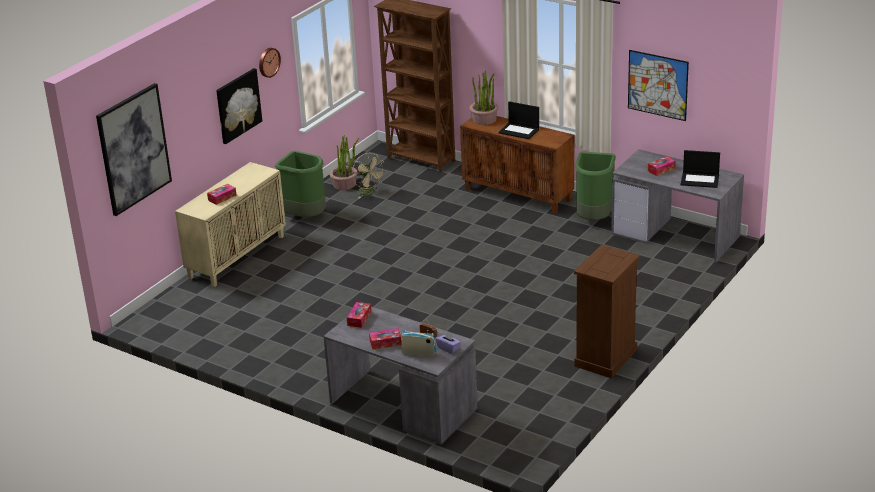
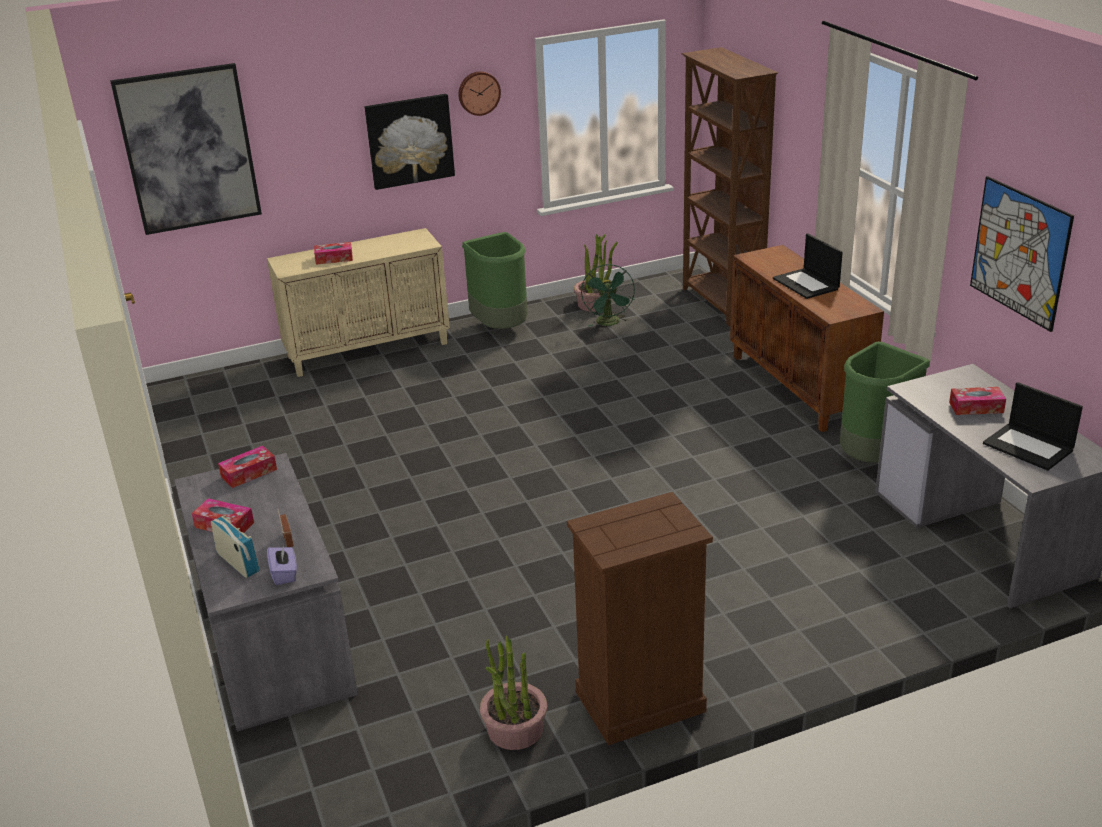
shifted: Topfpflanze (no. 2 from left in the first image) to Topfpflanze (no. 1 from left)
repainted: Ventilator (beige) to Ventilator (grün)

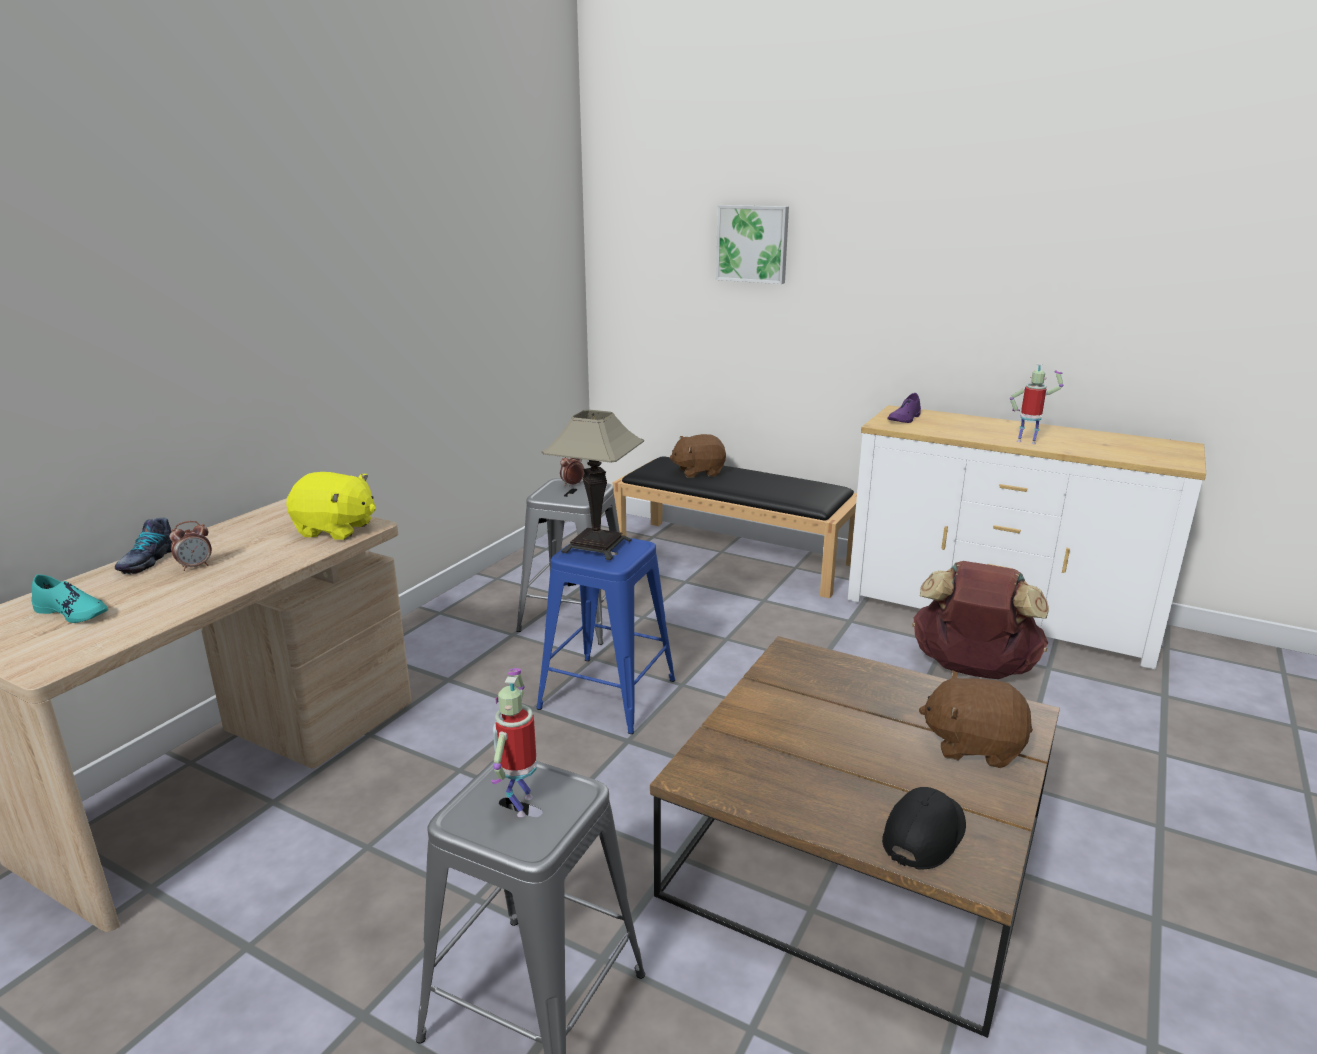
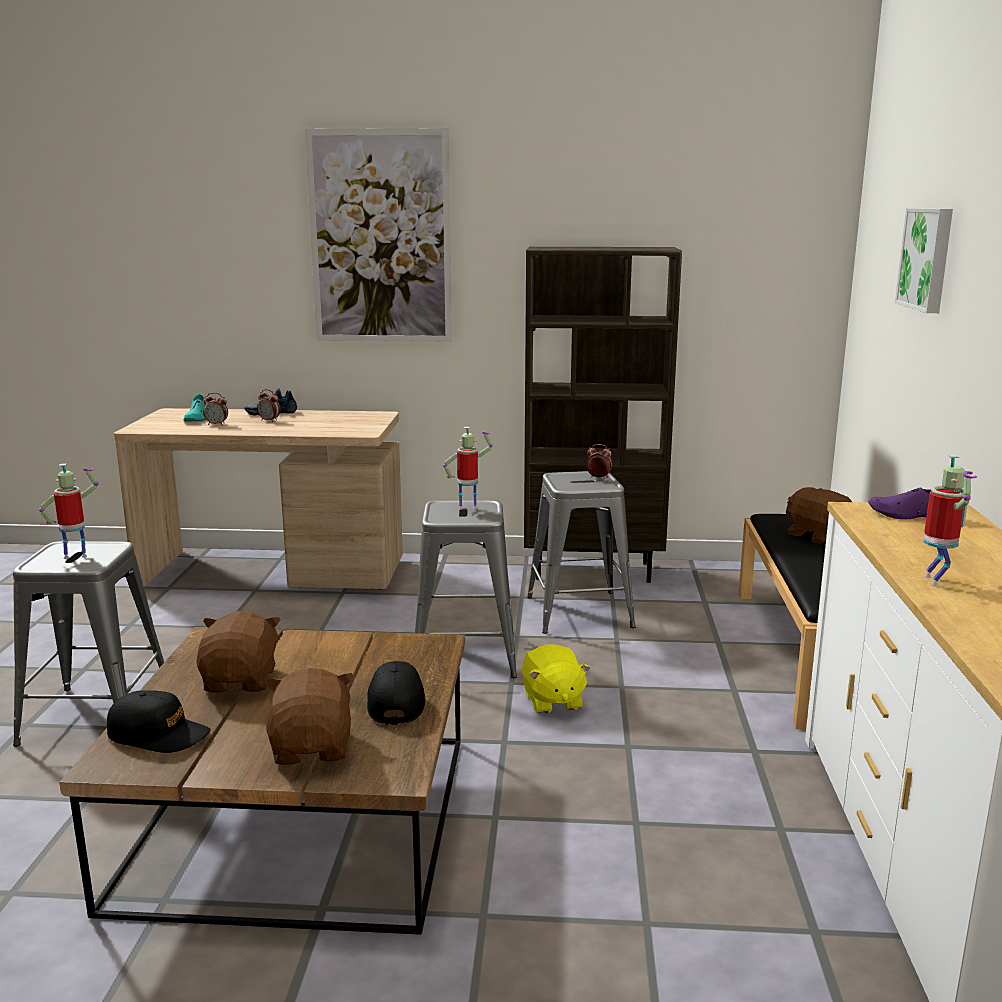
gone: Rucksack (braun)
new: Bild (no. 1 from left); Bücherregal (braun); Wecker (no. 1 from left); Plüschtier (braun) (no. 1 from left); Kappe (schwarz) (no. 2 from left)
shifted: Plüschtier (gelb)
swapped: Tischlampe to Spielzeugroboter (no. 2 from left)
repainted: Hocker (blau) to Hocker (grau) (no. 2 from left)

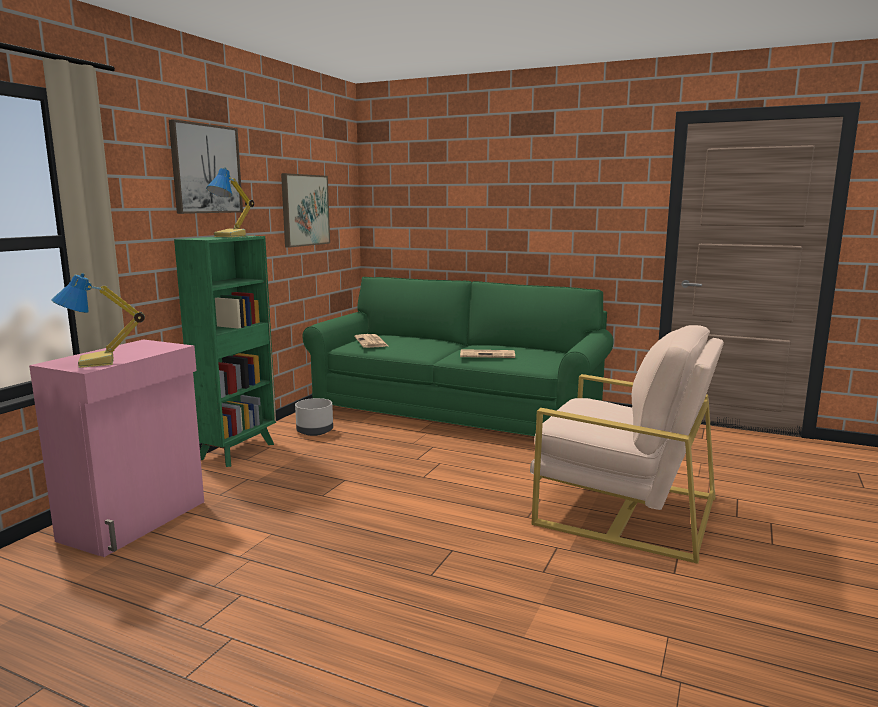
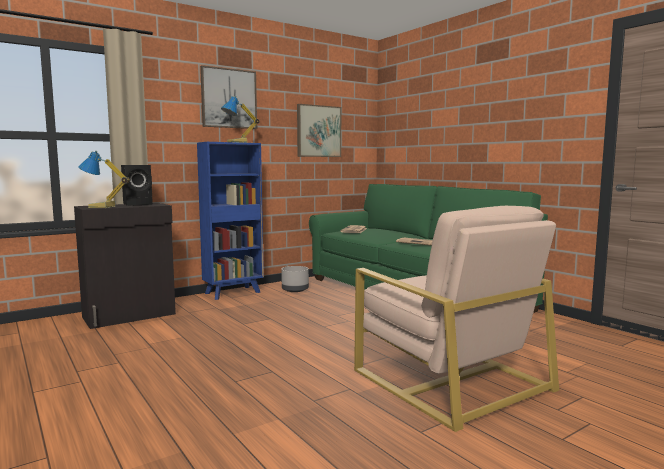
new: Lautsprecher (schwarz)
repainted: Bücherregal (grün) to Bücherregal (blau); Schrank (rosa) to Schrank (schwarz)

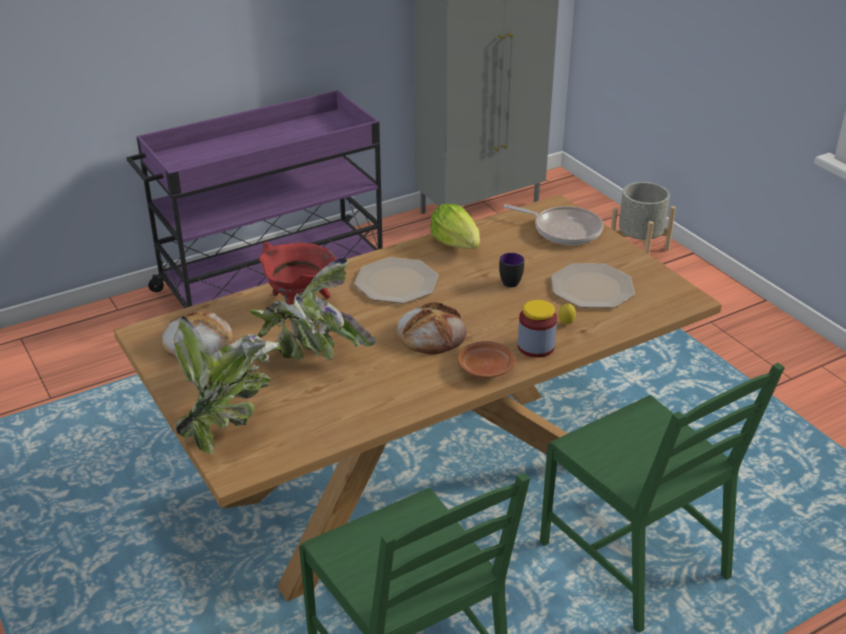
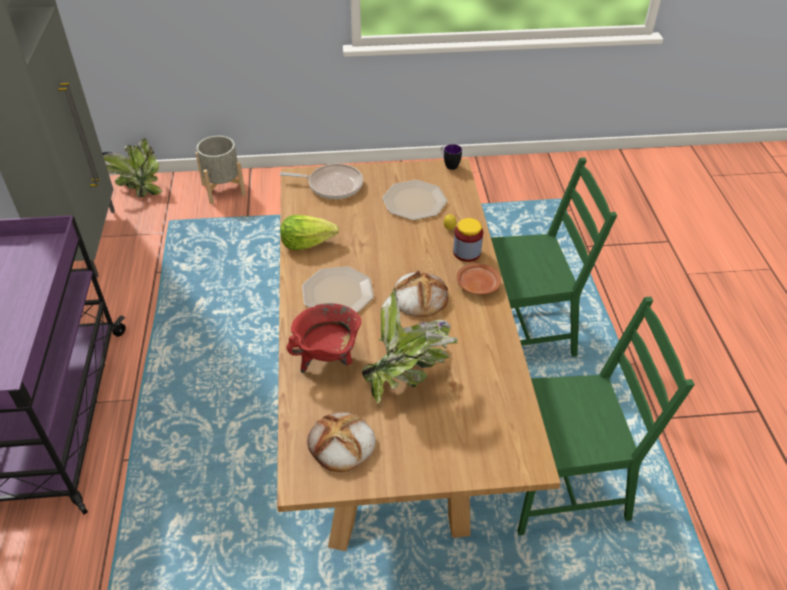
shifted: Henkelbecher; Topfpflanze (no. 1 from left)
rotated: Pfanne 45 degrees clockwise

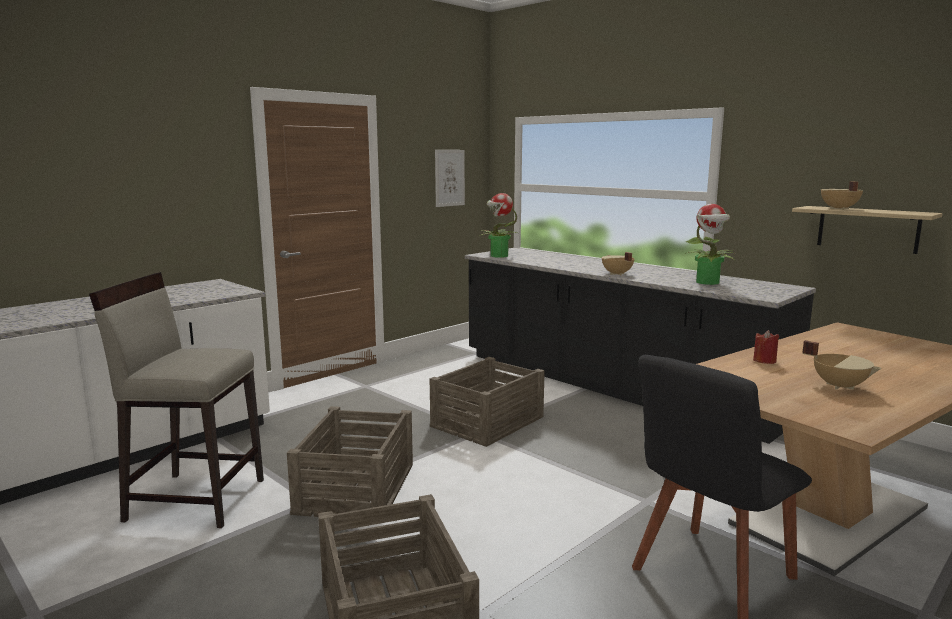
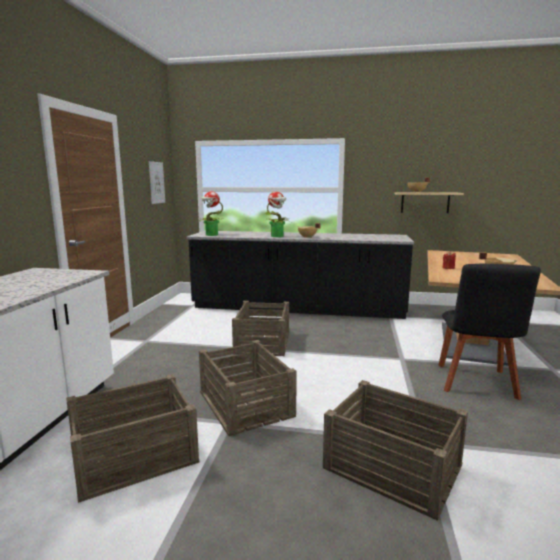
shifted: Topfpflanze (no. 2 from left)
swapped: Hocker (beige) to Kiste (no. 1 from left)

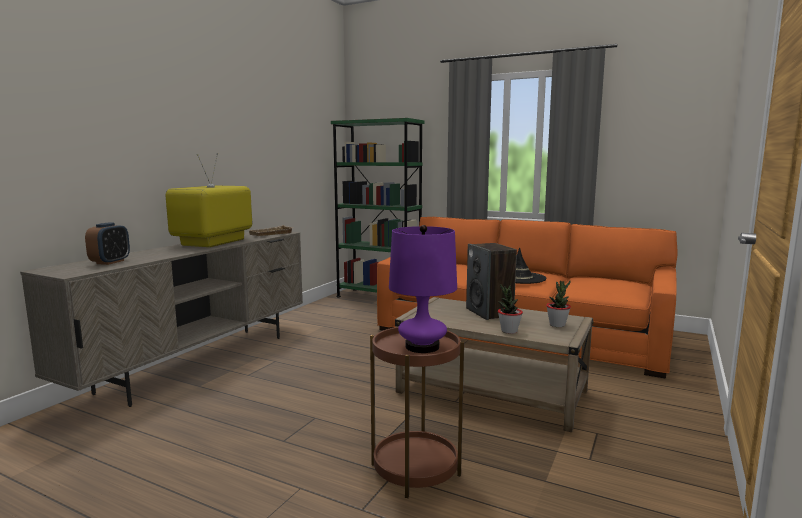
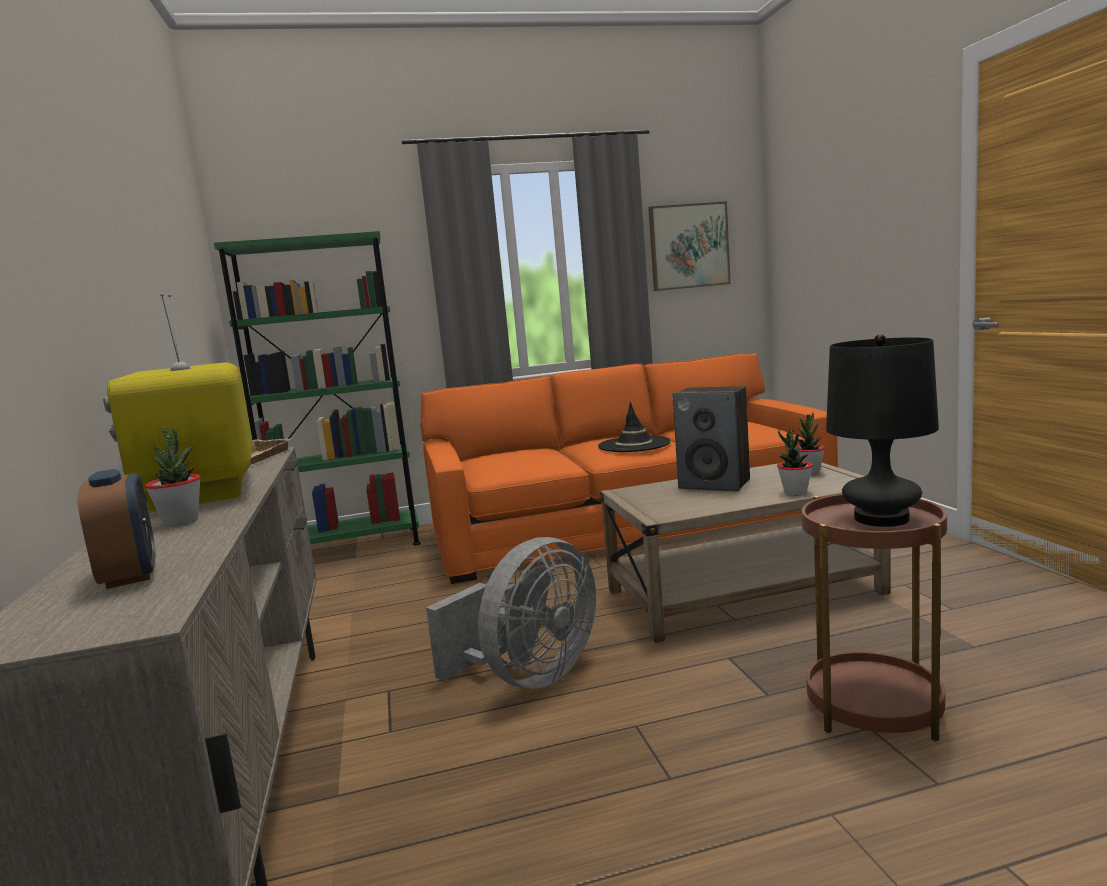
new: Bild; Topfpflanze (no. 1 from left); Ventilator (grau)
repainted: Tischlampe (lila) to Tischlampe (schwarz)

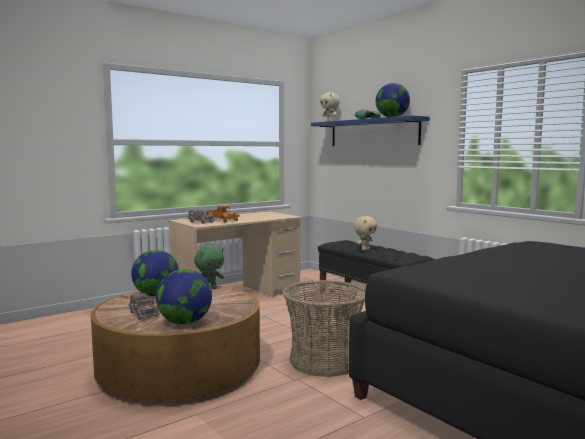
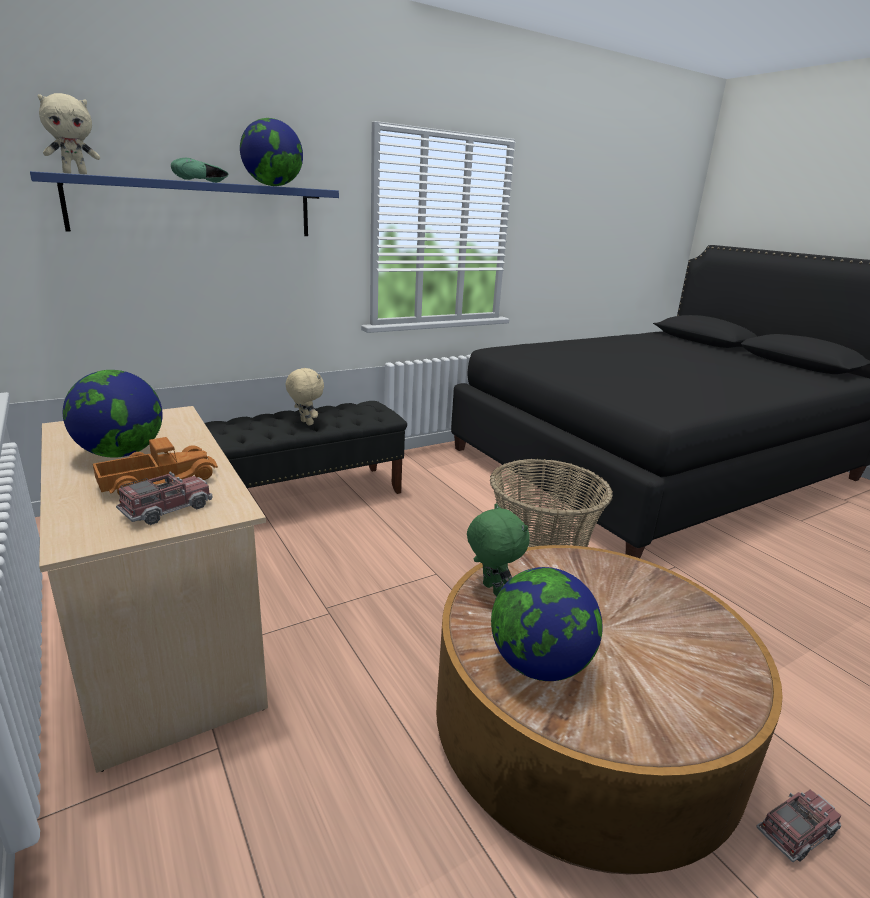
shifted: Globus (no. 2 from left in the first image) to Globus (no. 1 from left); Spielzeuglaster (no. 1 from left in the first image) to Spielzeuglaster (no. 3 from left)

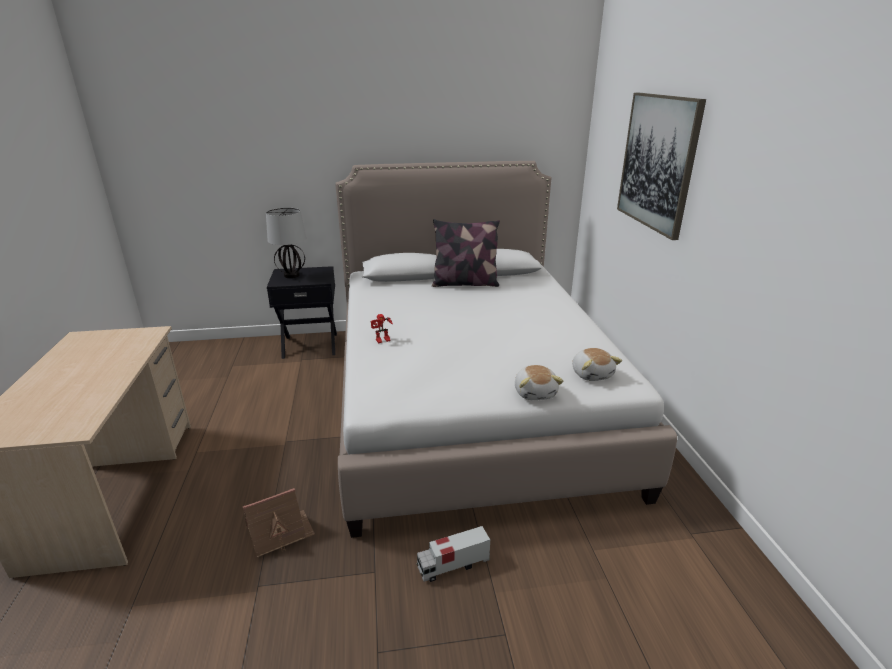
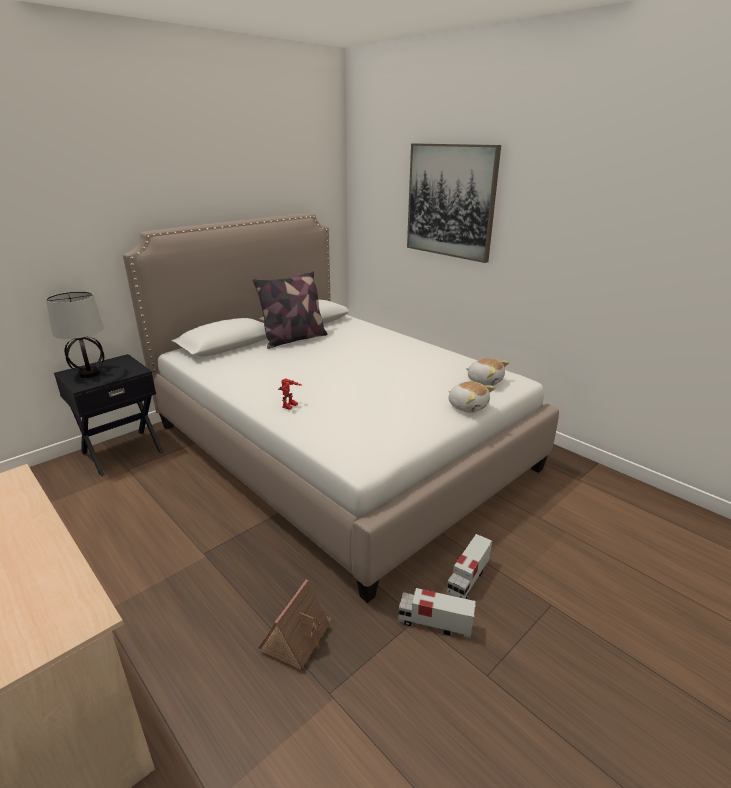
new: Spielzeuglaster (no. 1 from left)

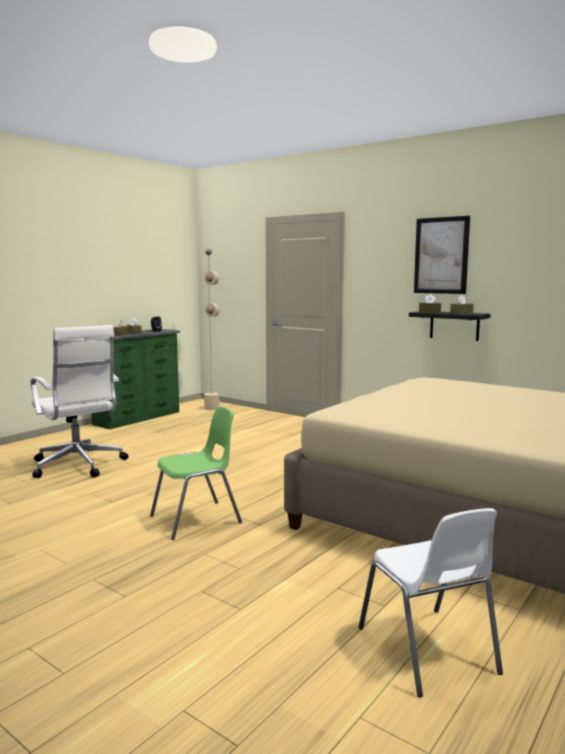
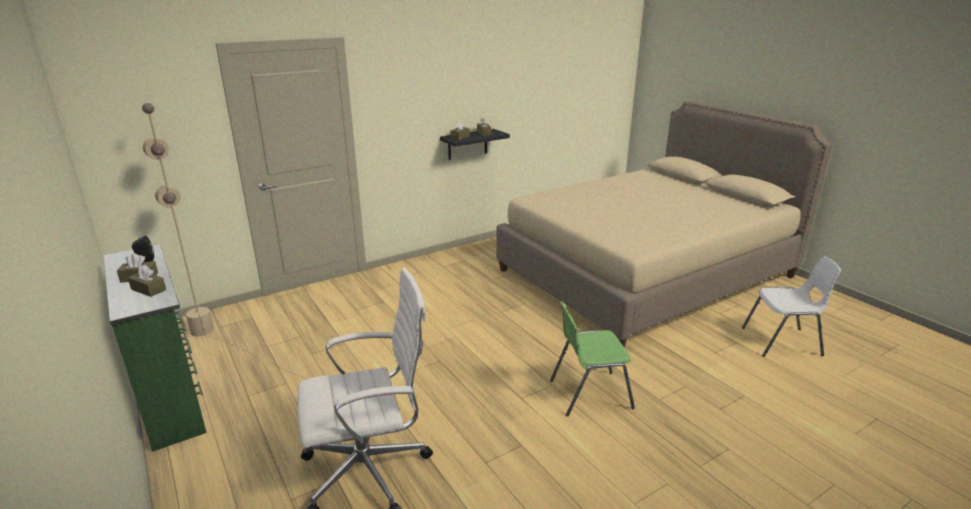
gone: Bild
rotated: Stuhl (grün) 90 degrees counterclockwise

